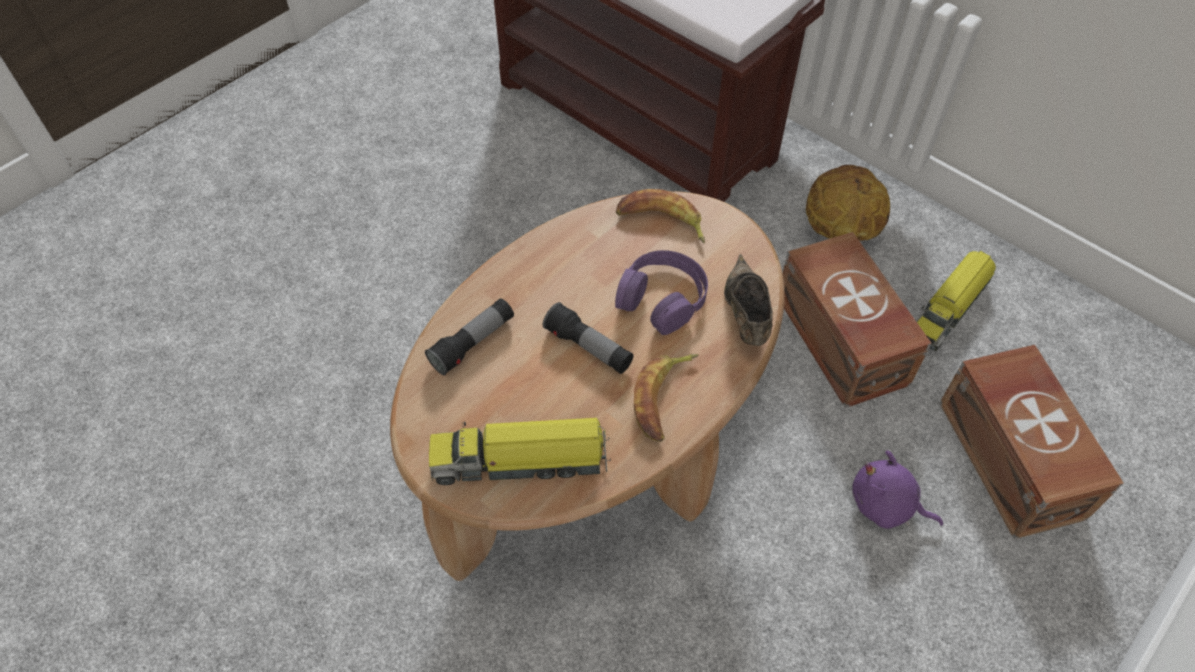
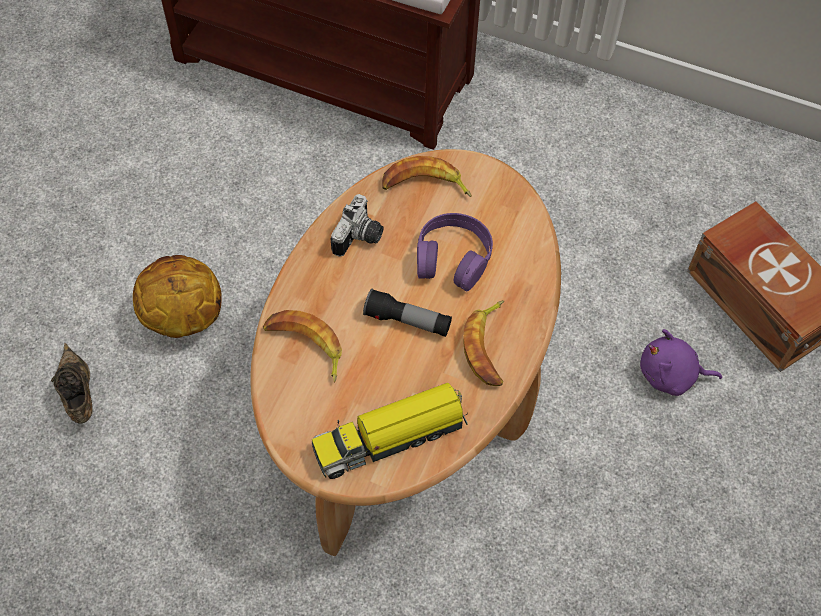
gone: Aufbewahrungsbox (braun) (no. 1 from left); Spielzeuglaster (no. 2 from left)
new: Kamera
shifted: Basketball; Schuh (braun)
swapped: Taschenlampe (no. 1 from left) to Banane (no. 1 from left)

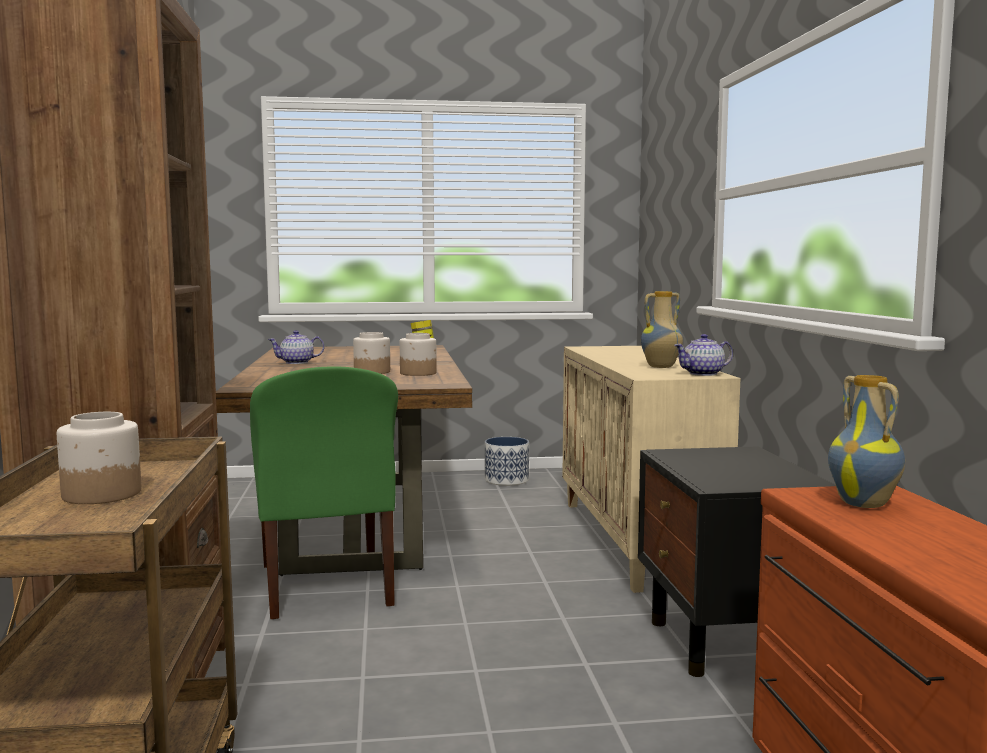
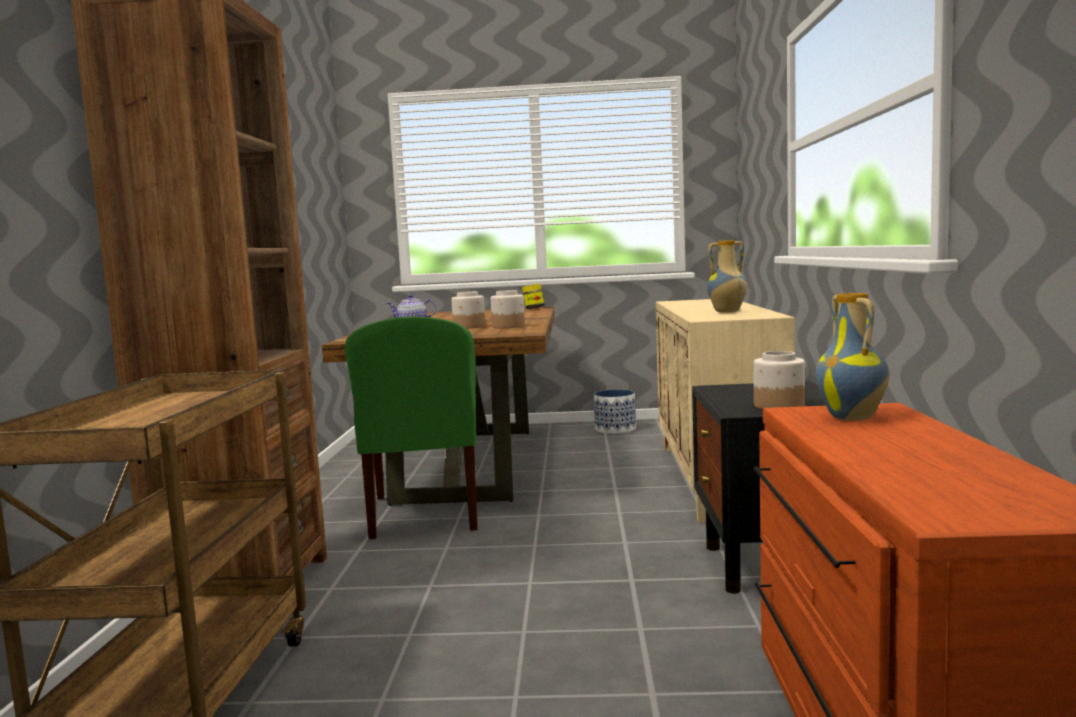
gone: Teekanne (no. 2 from left)
shifted: Vorratsglas (no. 1 from left in the first image) to Vorratsglas (no. 4 from left)

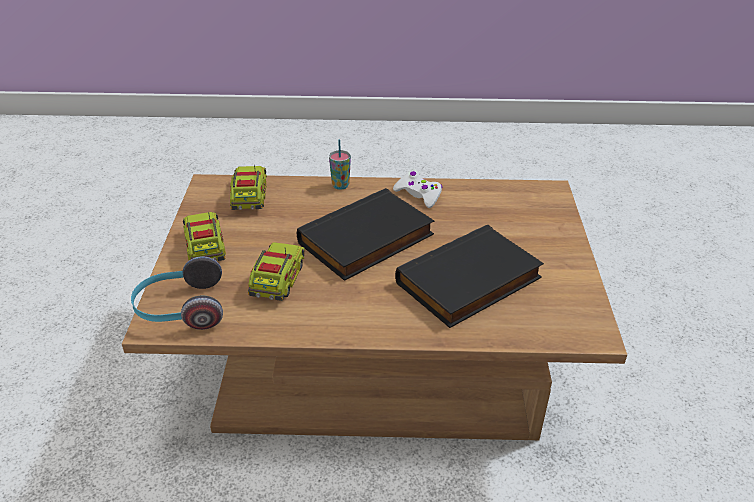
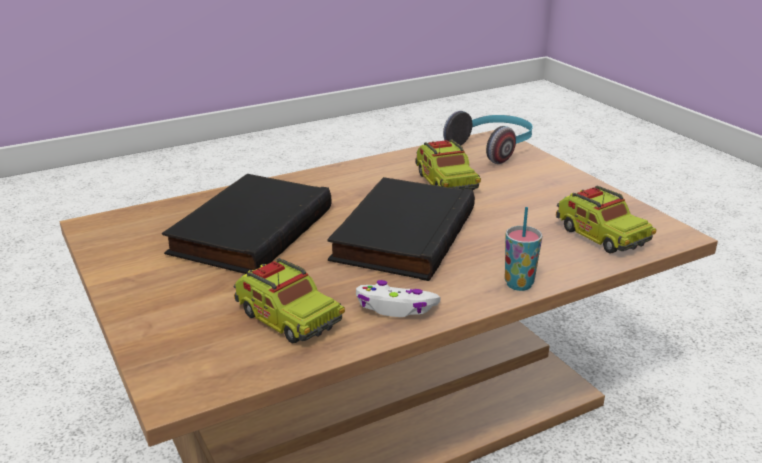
shifted: Spielzeuglaster (no. 1 from left)

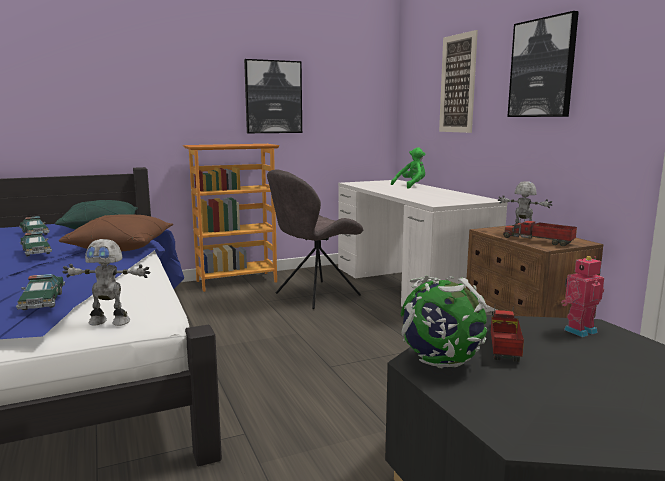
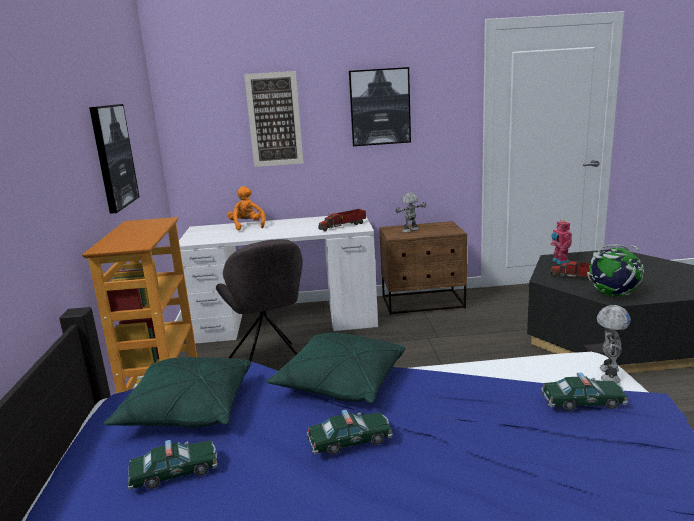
shifted: Spielzeuglaster (no. 2 from left in the first image) to Spielzeuglaster (no. 1 from left)
repainted: Plüschtier (grün) to Plüschtier (orange); Kissen (braun) to Kissen (grün) (no. 2 from left)

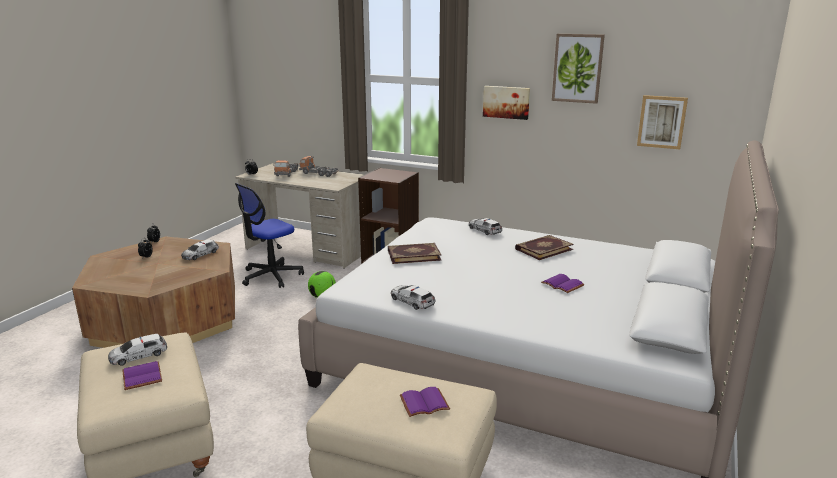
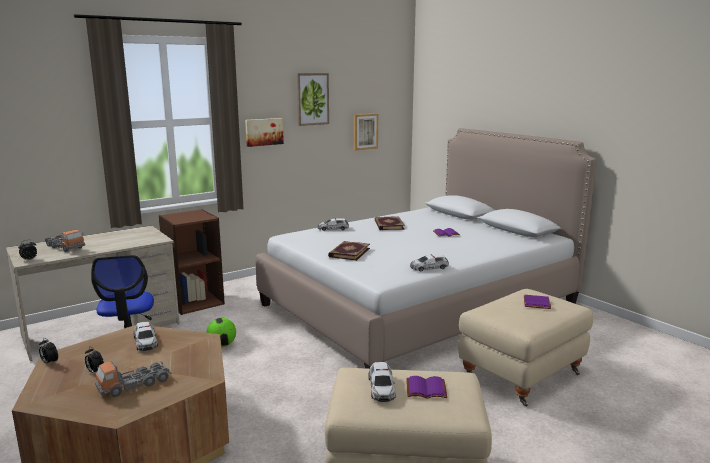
shifted: Spielzeuglaster (no. 2 from left)

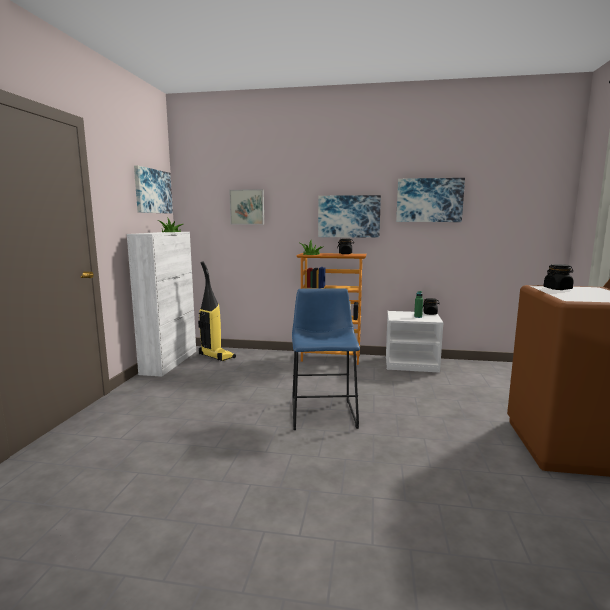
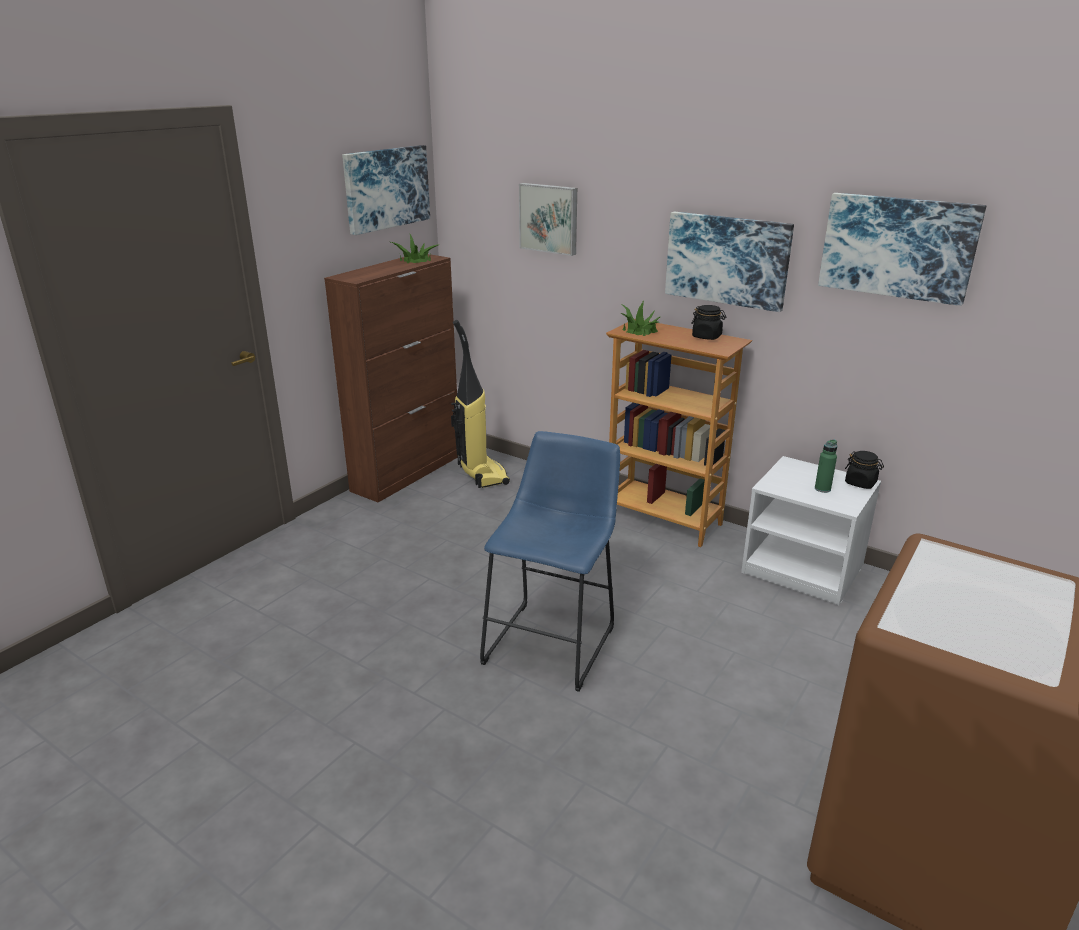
gone: Vorratsglas (schwarz) (no. 3 from left)
repainted: Schrank (weiß) to Schrank (braun)

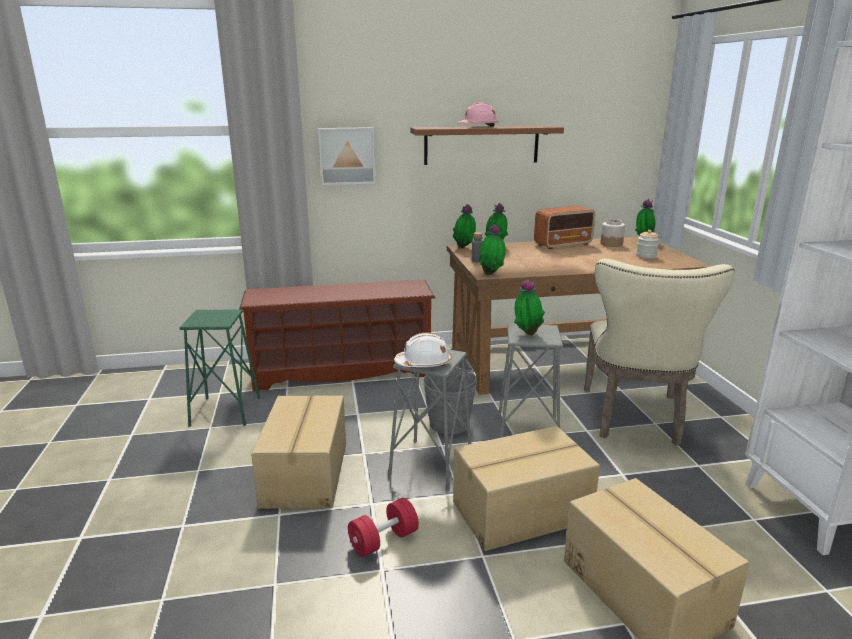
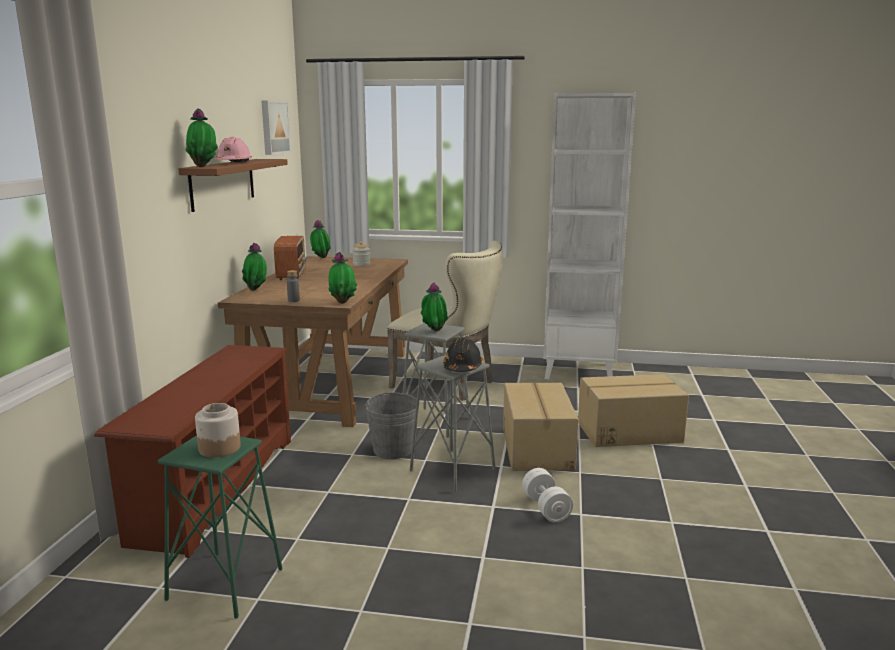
gone: Karton (no. 1 from left)
shifted: Bild; Topfpflanze (no. 1 from left); Vorratsglas (no. 1 from left)
repainted: Schutzhelm (weiß) to Schutzhelm (schwarz); Hantel (rot) to Hantel (weiß)

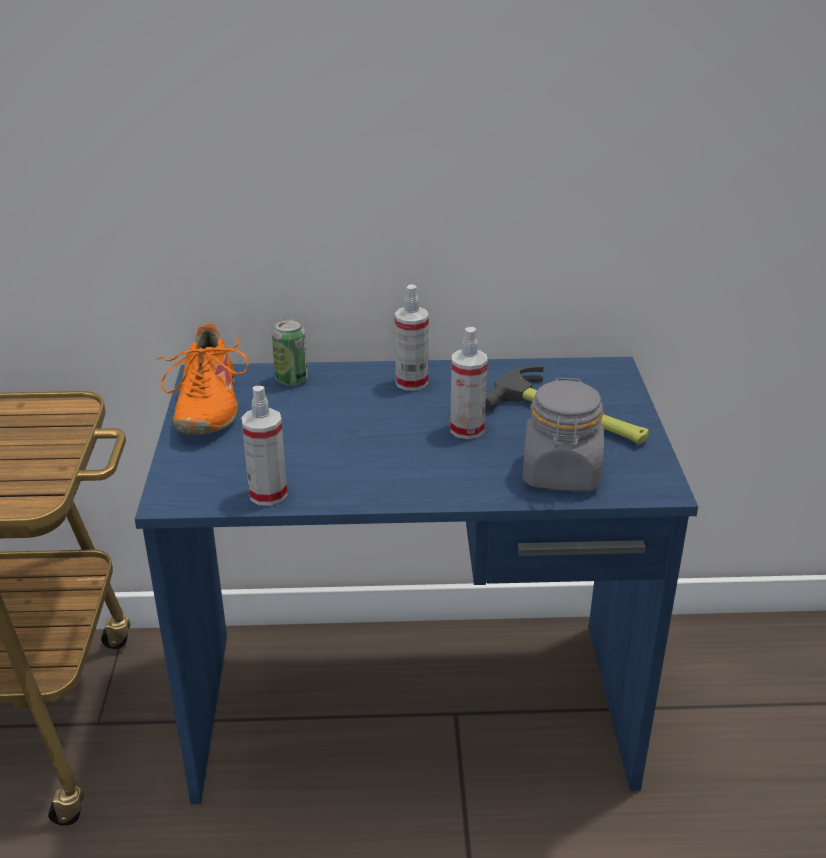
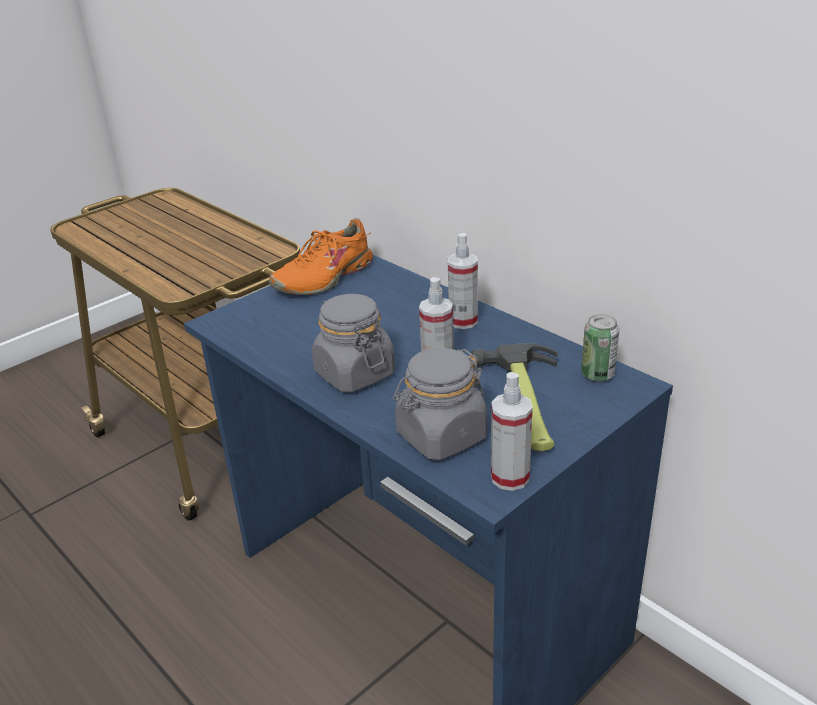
new: Vorratsglas (grau) (no. 1 from left)
shifted: Dose; Sprühflasche (no. 1 from left in the first image) to Sprühflasche (no. 3 from left)

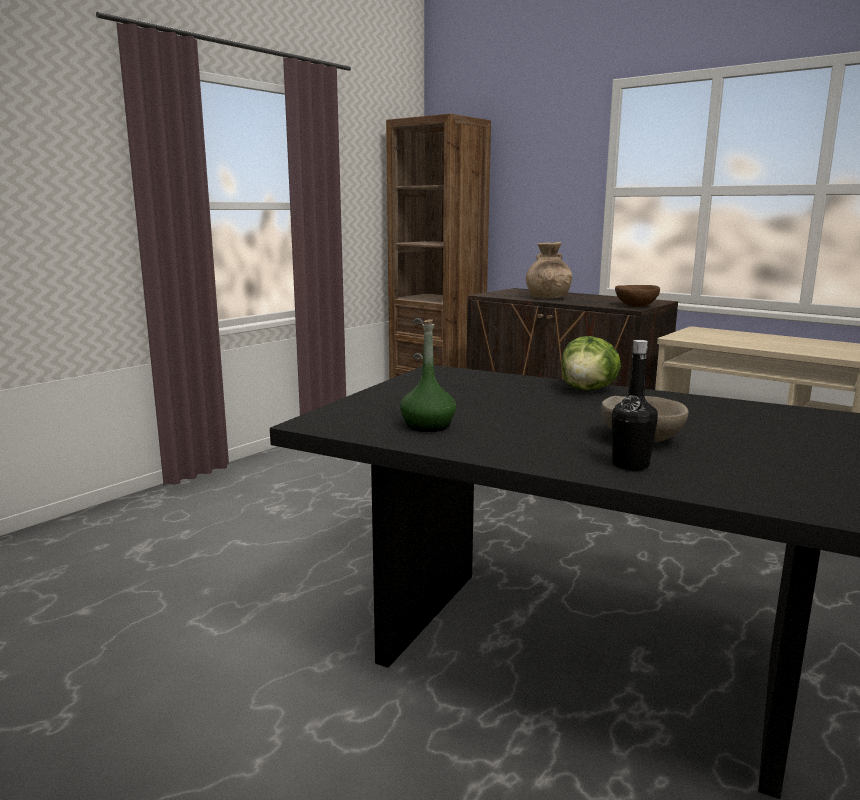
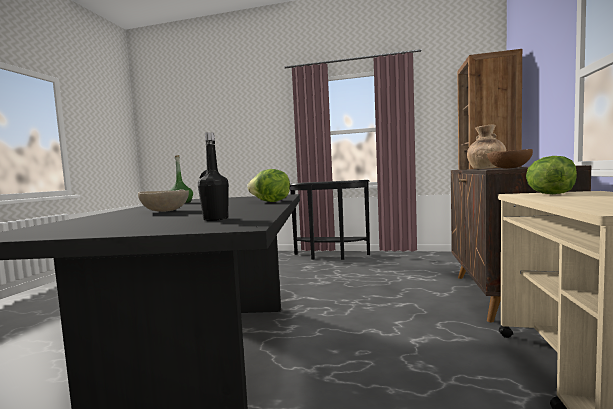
new: Salatkopf (no. 2 from left); Konsolentisch (schwarz)
shifted: Flasche (schwarz)

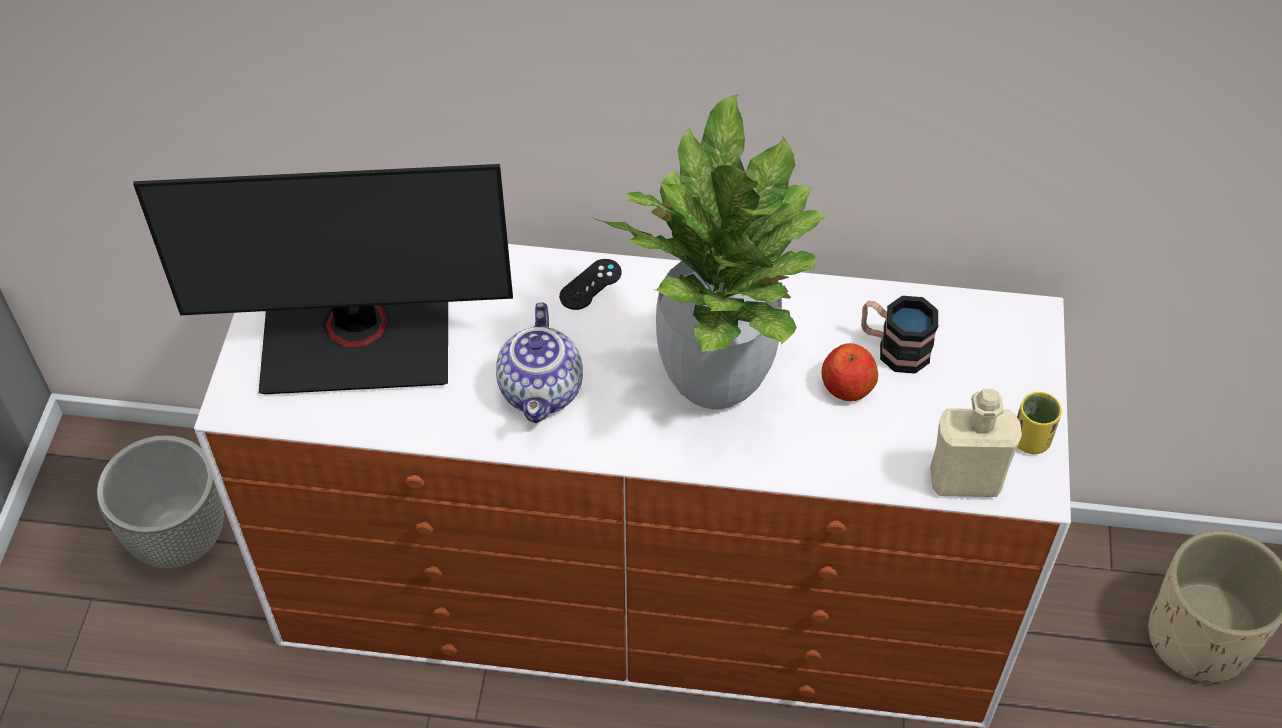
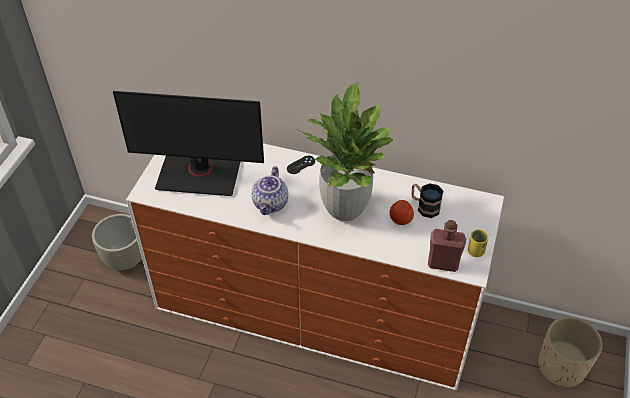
repainted: Flasche (beige) to Flasche (rot)

